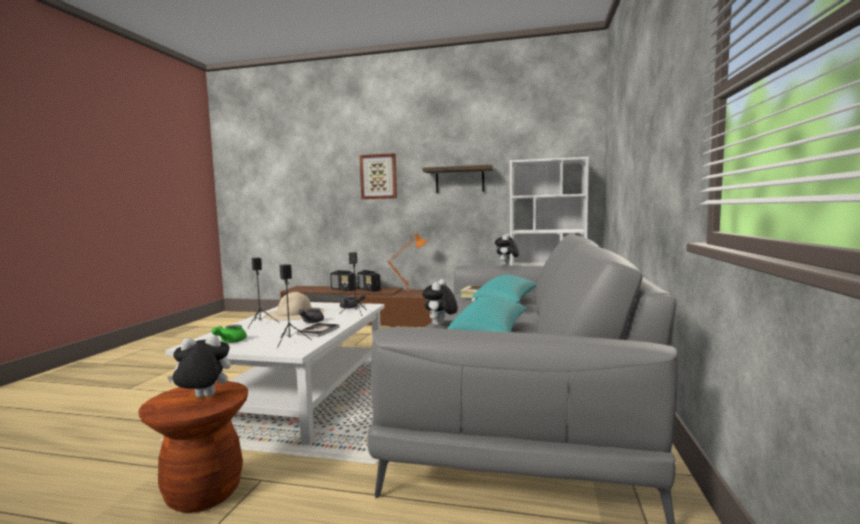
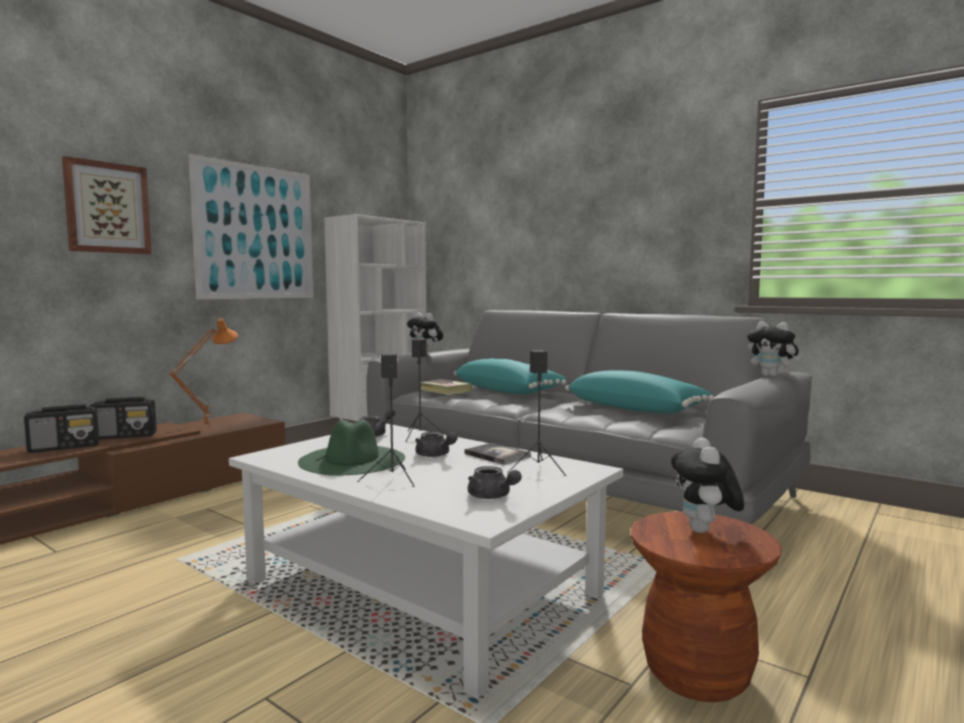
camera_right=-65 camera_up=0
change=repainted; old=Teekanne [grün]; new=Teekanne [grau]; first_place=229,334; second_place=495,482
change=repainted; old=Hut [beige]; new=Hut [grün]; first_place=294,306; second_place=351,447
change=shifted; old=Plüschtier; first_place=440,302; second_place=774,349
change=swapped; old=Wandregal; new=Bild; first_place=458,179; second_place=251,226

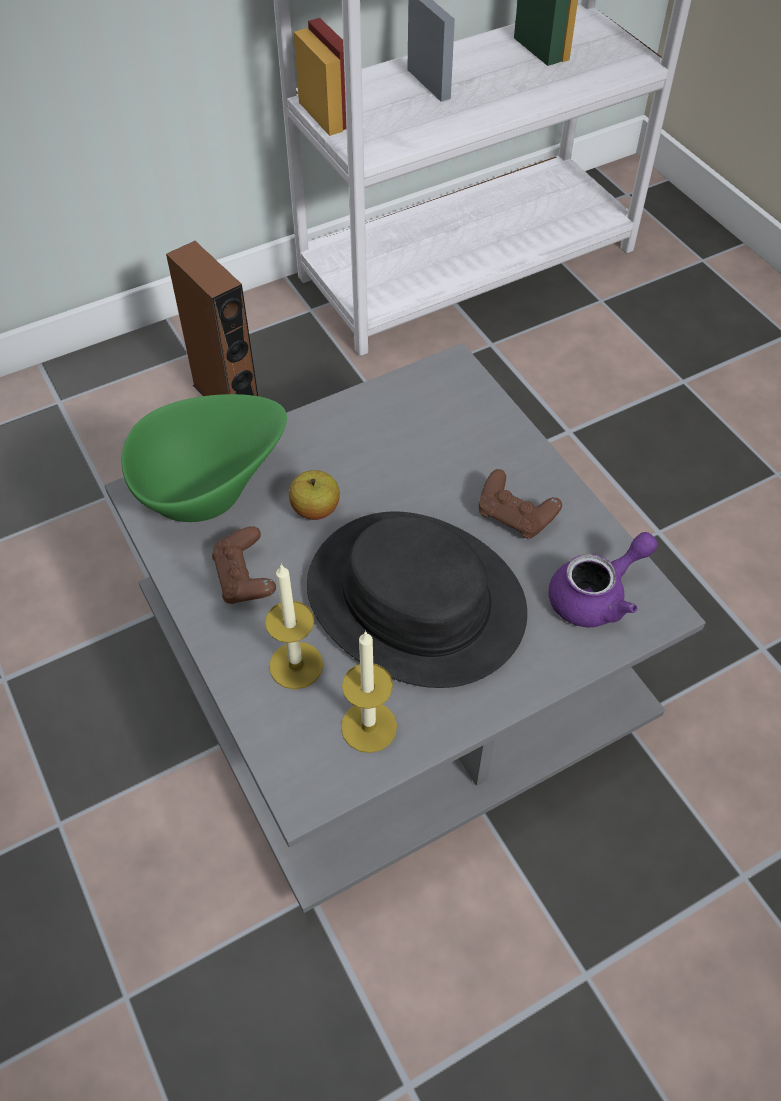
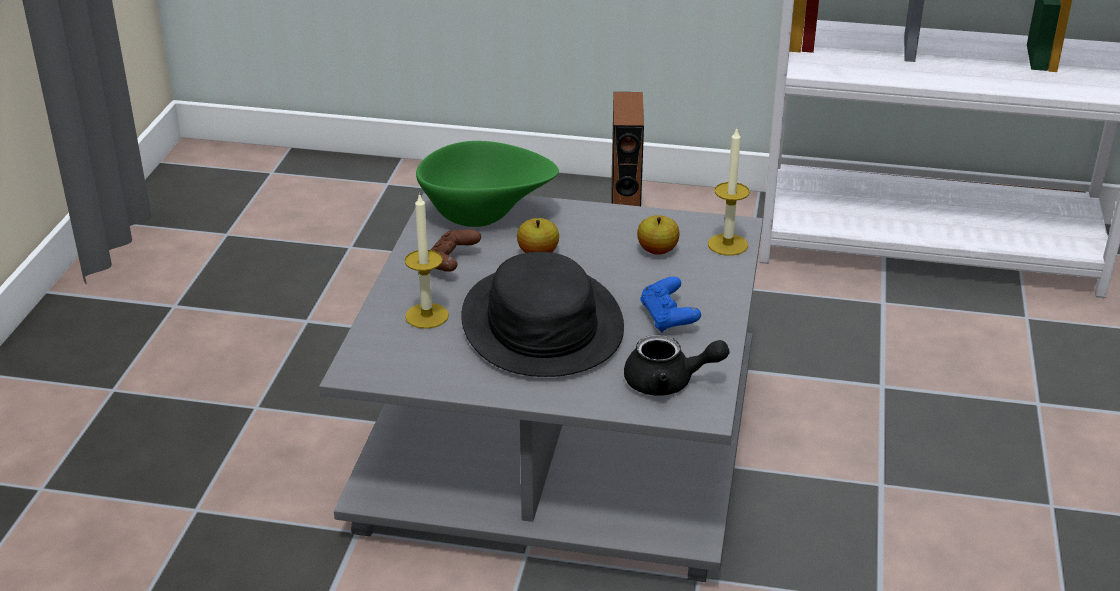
camera_right=40 camera_up=-20
change=shifted; old=Kerze; first_place=369,692; second_place=729,192
change=repainted; old=Gamepad [braun]; new=Gamepad [blau]; first_place=520,504; second_place=670,304
change=repainted; old=Teekanne [lila]; new=Teekanne [schwarz]; first_place=603,579; second_place=676,365
change=new; new=Apfel; second_place=658,235

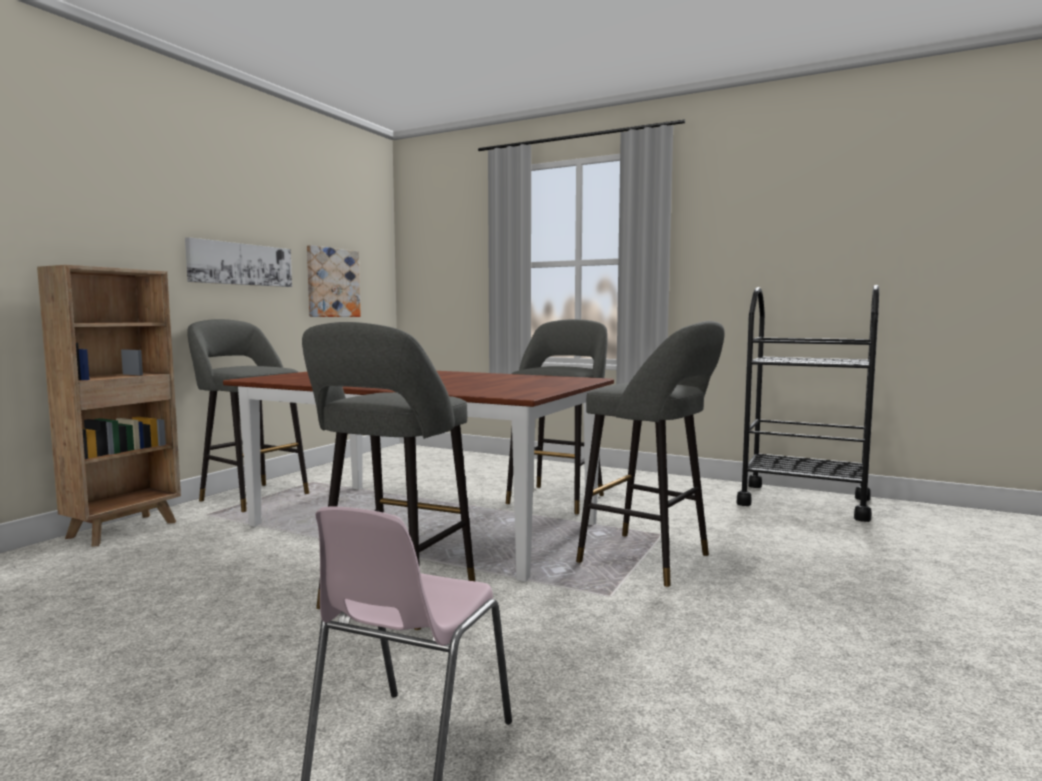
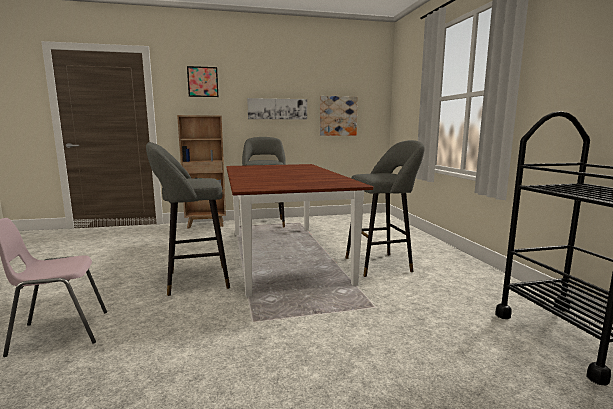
camera_right=50 camera_up=5
change=gone; old=Hocker [grau]; first_place=650,454
change=new; new=Bild; second_place=202,81

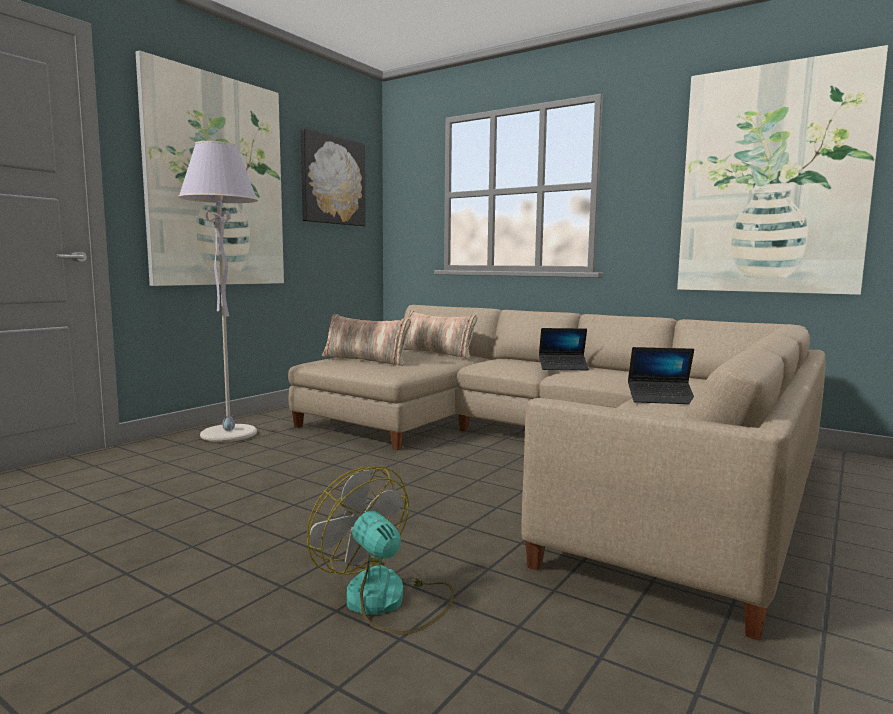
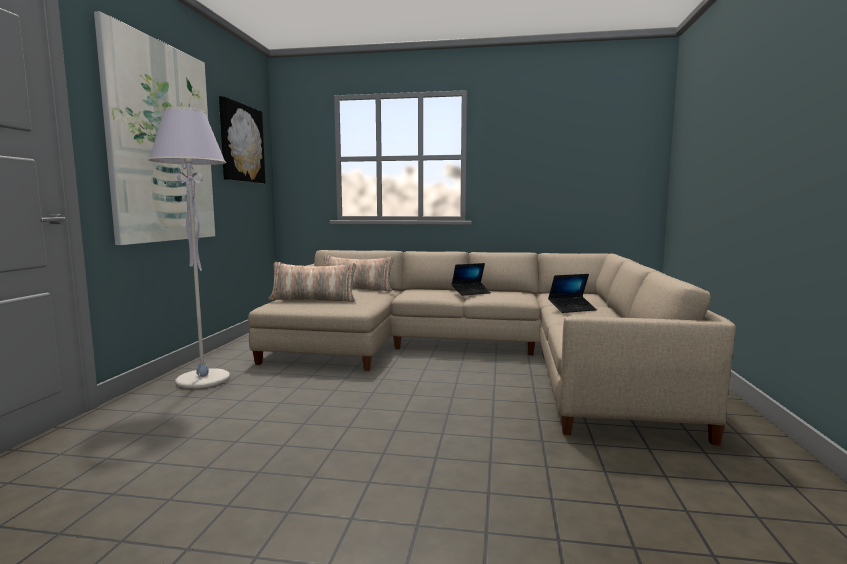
camera_right=-25 camera_up=0
change=gone; old=Ventilator; first_place=380,551
change=gone; old=Bild; first_place=782,170

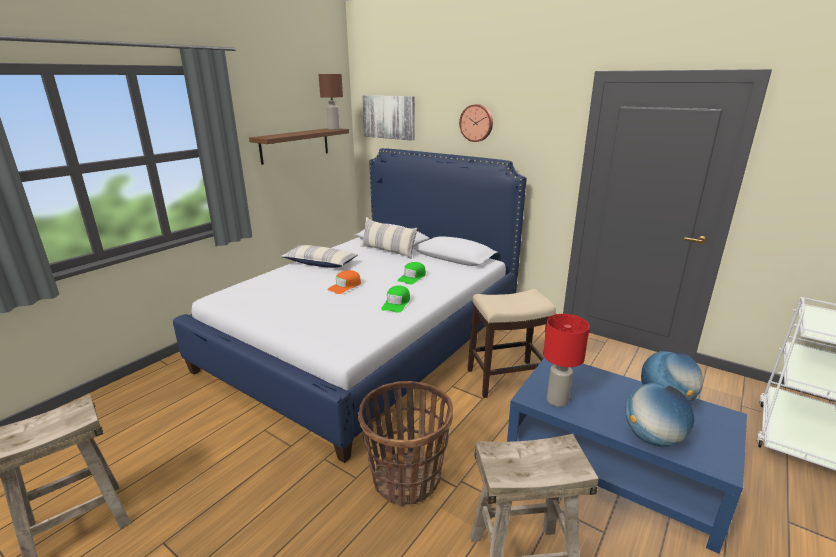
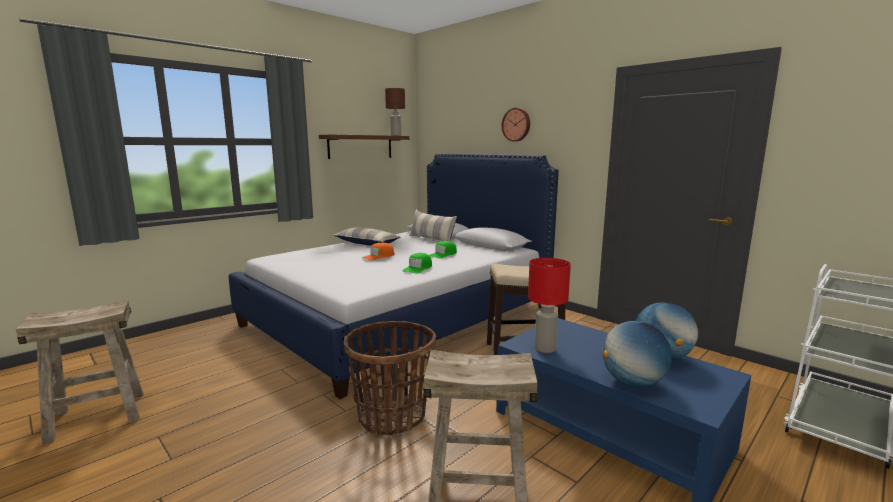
camera_right=10 camera_up=-10
change=gone; old=Bild; first_place=388,118

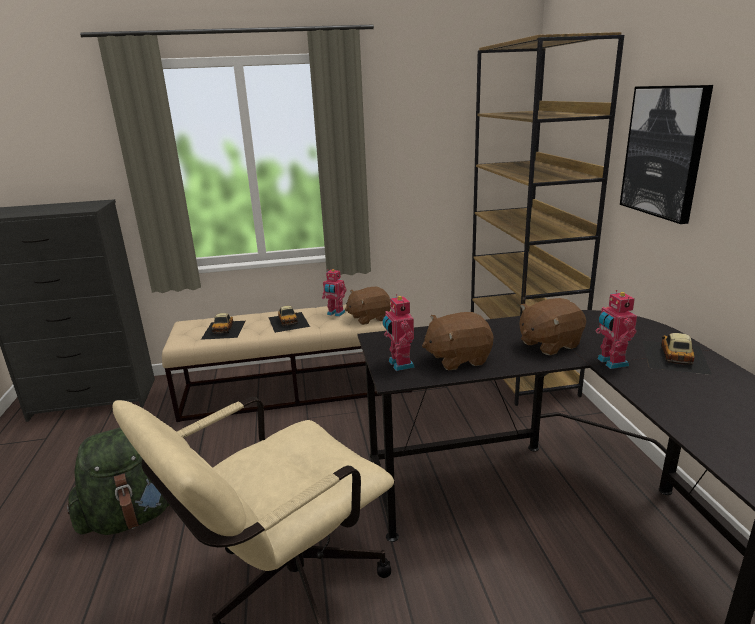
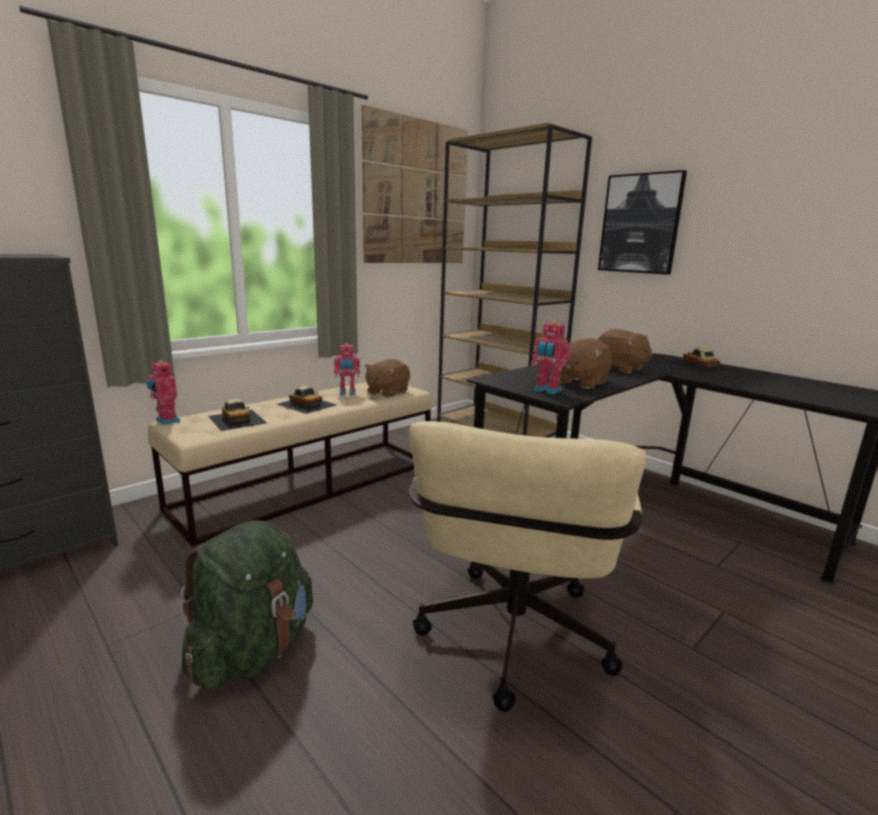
camera_right=-35 camera_up=-5
change=rotated; old=Plüschtier [braun]; first_place=553,326; second_place=625,351; degrees=-75
change=shifted; old=Spielzeugroboter; first_place=616,329; second_place=164,392
change=new; new=Bild; second_place=415,184

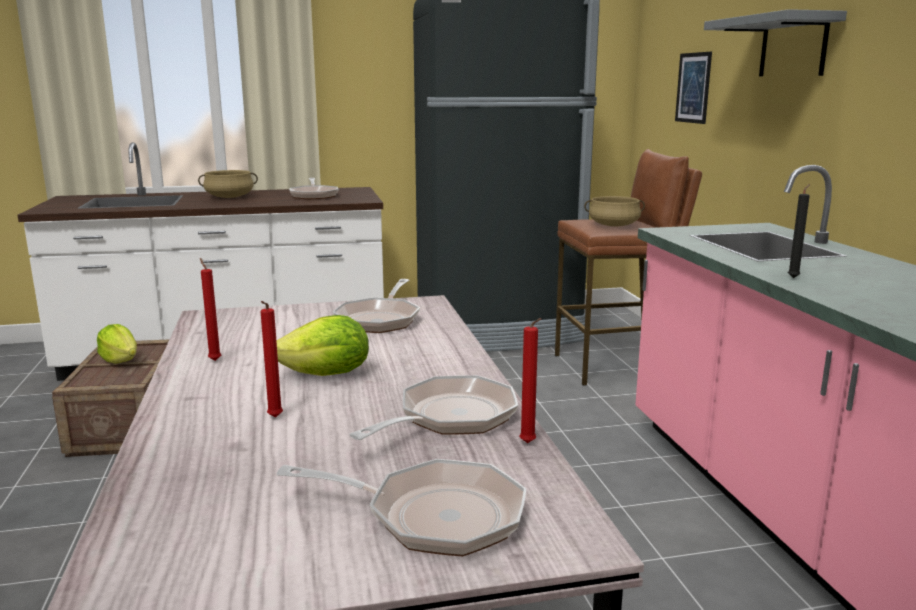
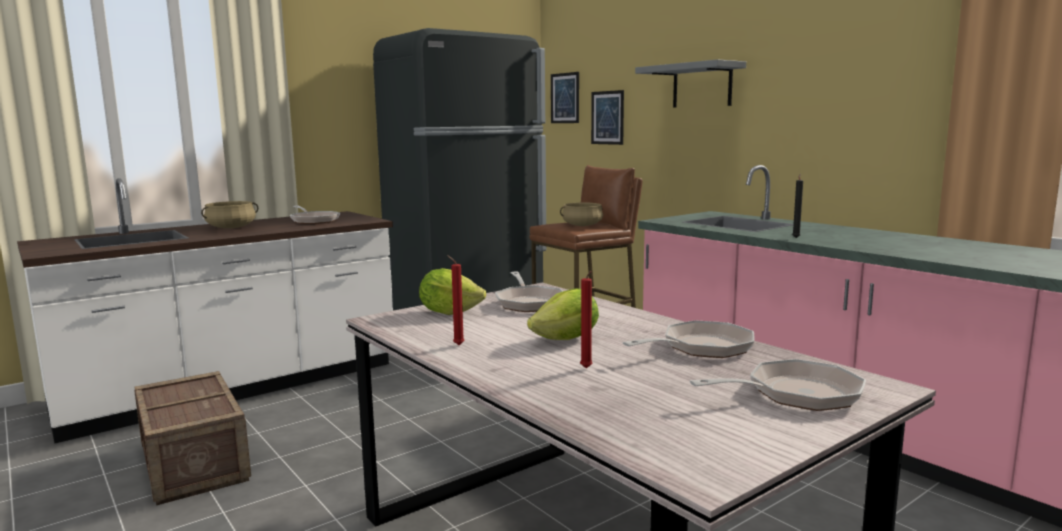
camera_right=-25 camera_up=-5
change=shifted; old=Salatkopf; first_place=117,344; second_place=452,291
change=rotated; old=Pfanne; first_place=433,407; second_place=688,339; degrees=45
change=gone; old=Kerze [rot]; first_place=530,380
change=new; new=Bild; second_place=565,97

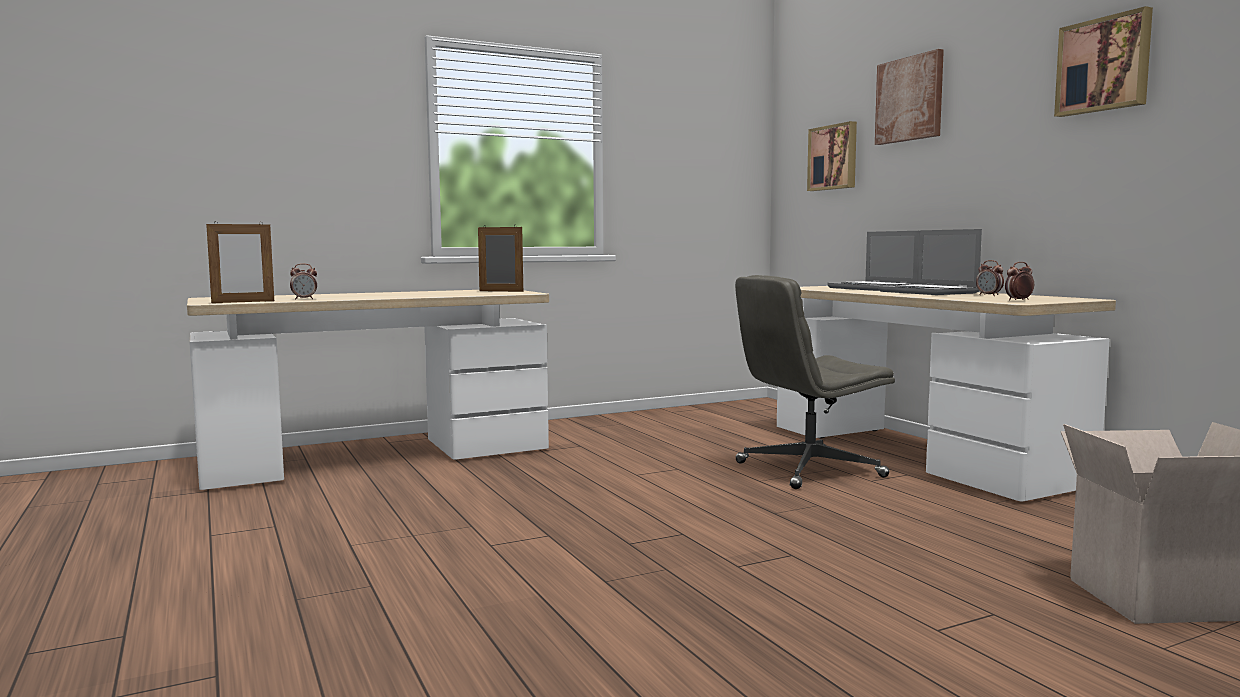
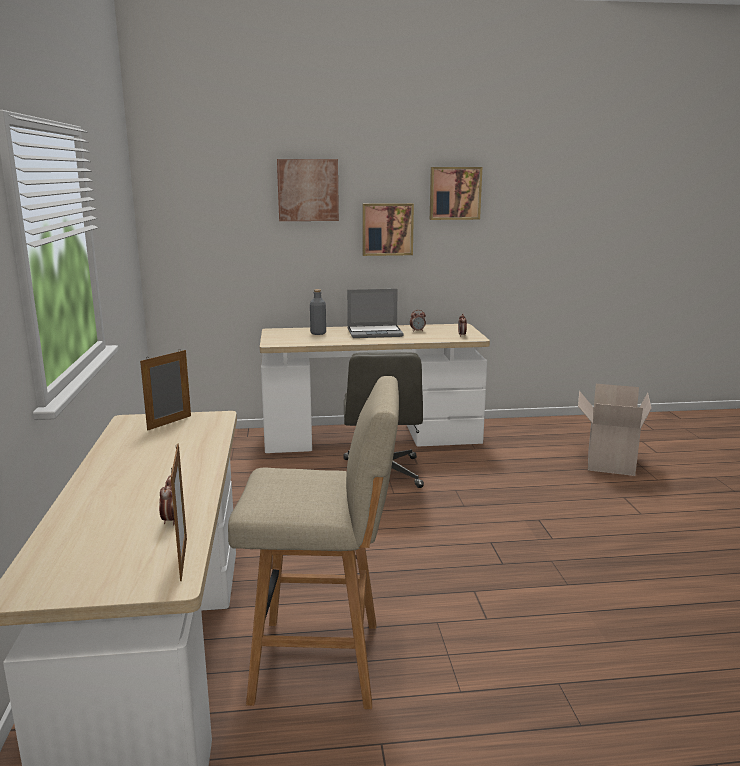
camera_right=-70 camera_up=10
change=shifted; old=Bild; first_place=832,156; second_place=388,229
change=swapped; old=Laptop; new=Flasche [grau]; first_place=873,261; second_place=318,312
change=new; new=Hocker [beige]; second_place=313,542

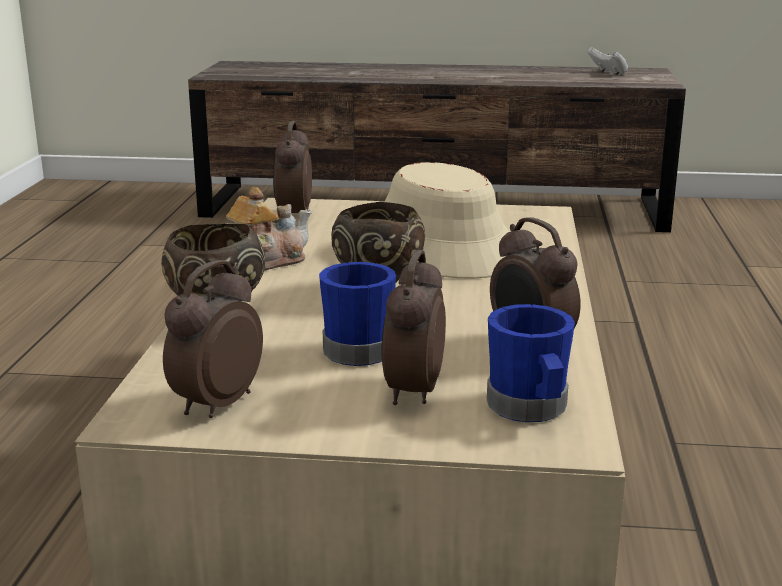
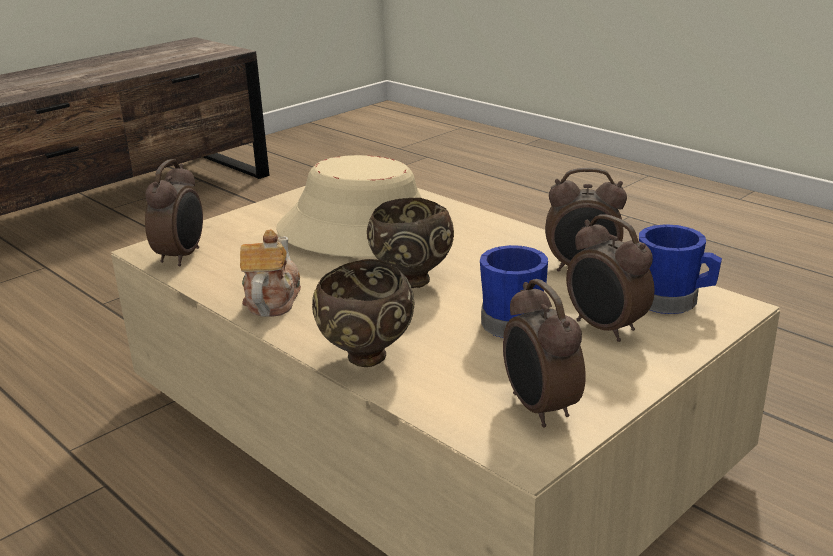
camera_right=-50 camera_up=5
change=rotated; old=Wecker; first_place=292,167; second_place=174,212; degrees=-120
change=gone; old=Gamepad [weiß]; first_place=608,61

